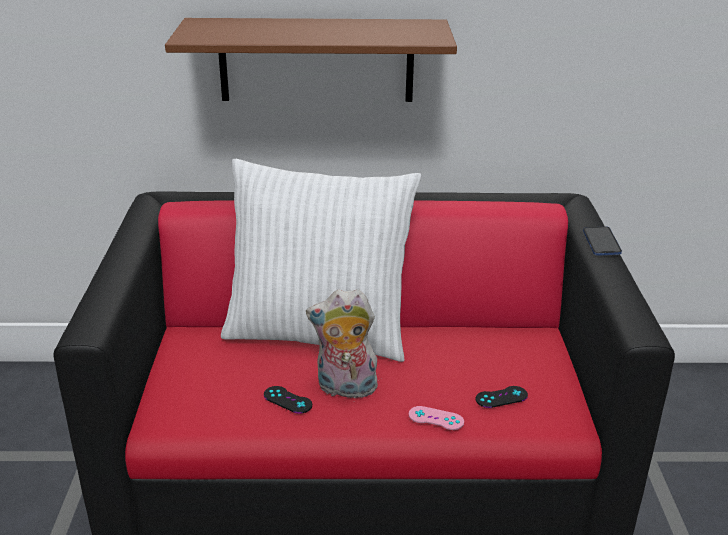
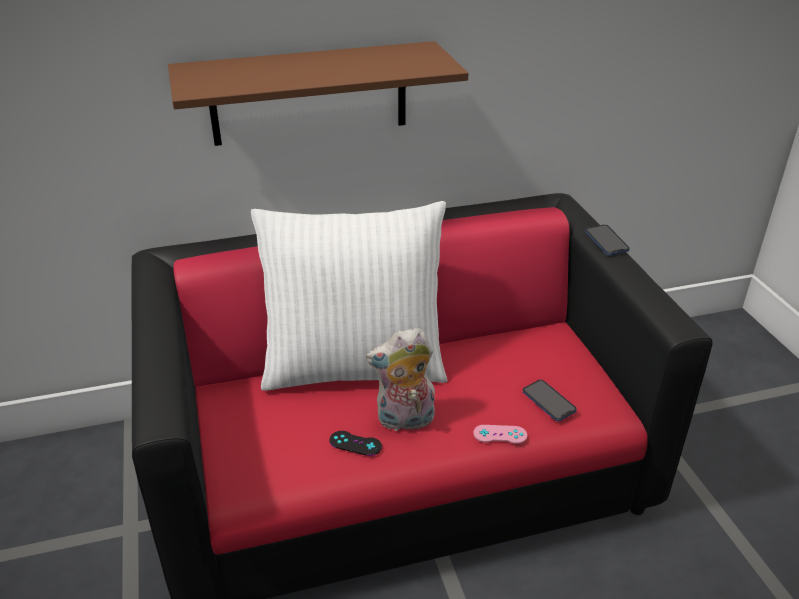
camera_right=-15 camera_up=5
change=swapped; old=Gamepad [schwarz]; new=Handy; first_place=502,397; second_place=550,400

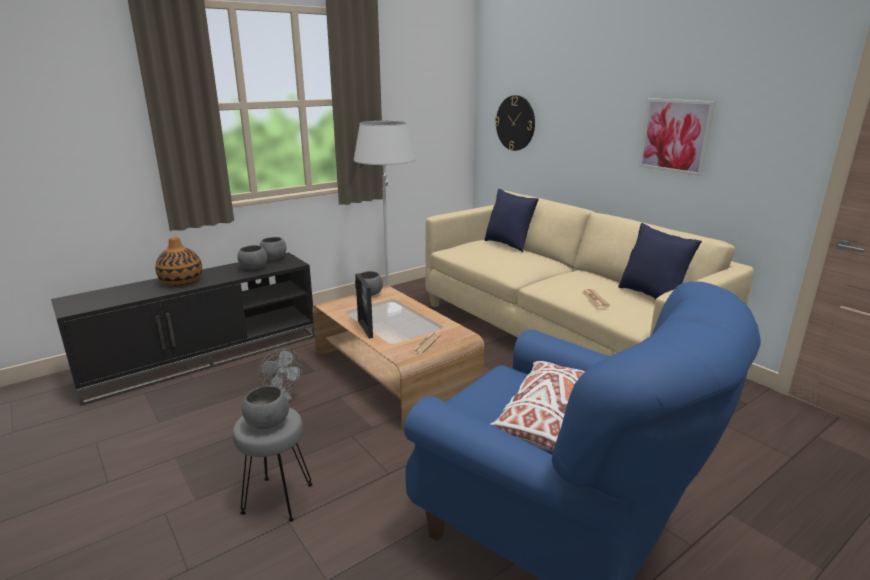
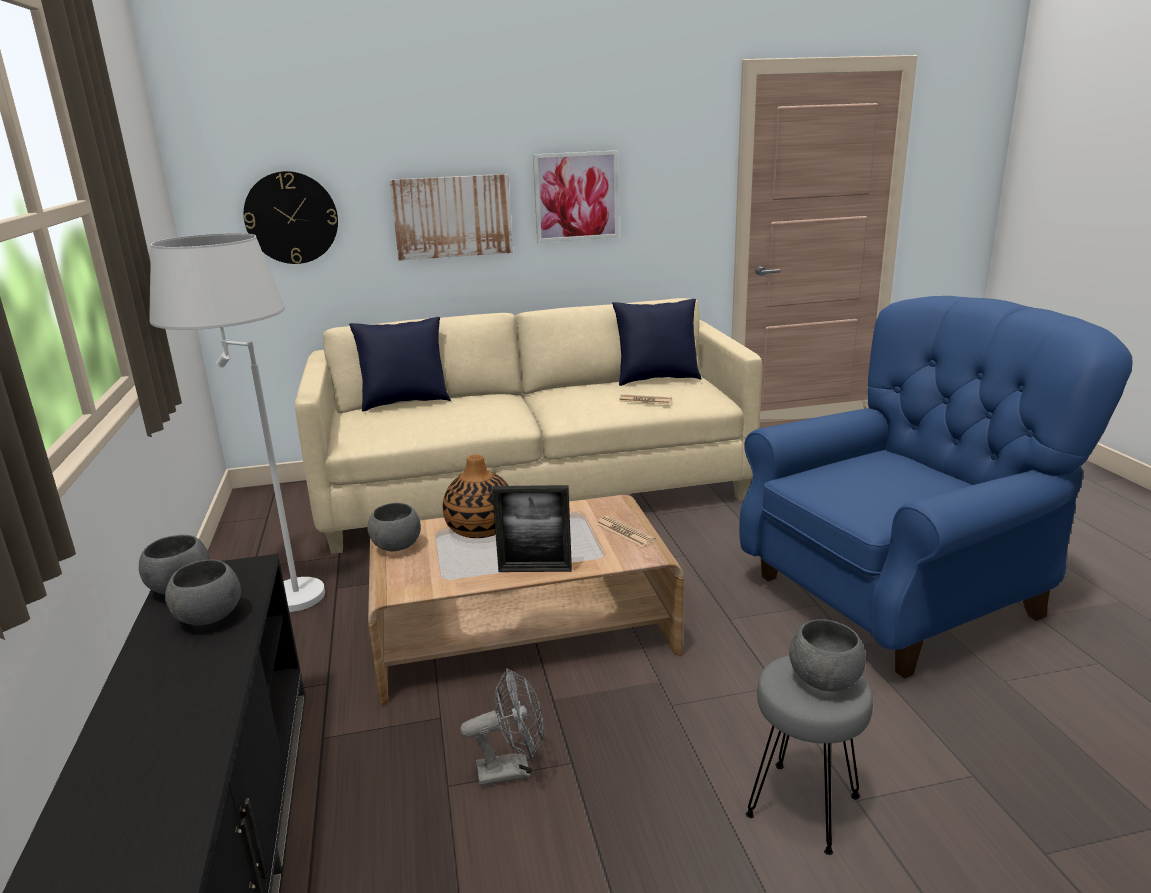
camera_right=-65 camera_up=0
change=shifted; old=Vase; first_place=178,261; second_place=476,496
change=gone; old=Kissen [weiß]; first_place=538,406
change=new; new=Bild; second_place=451,217

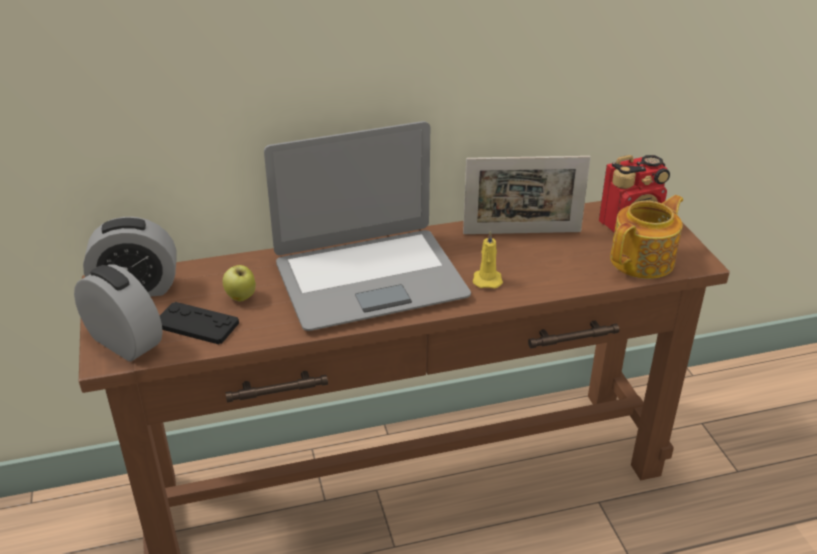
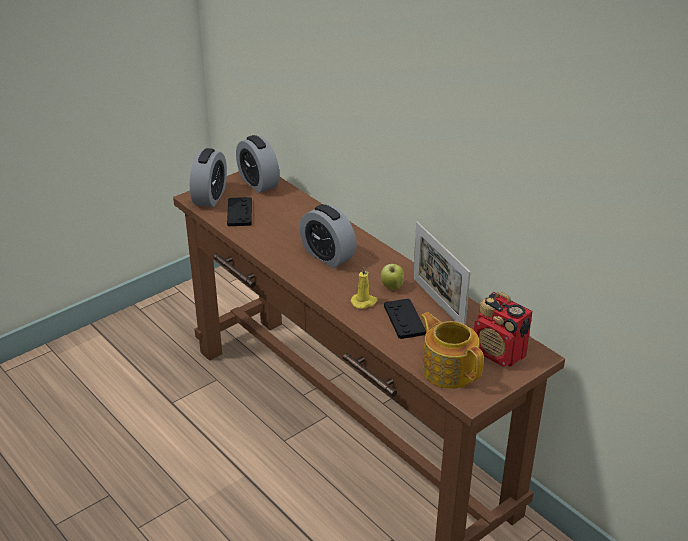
camera_right=65 camera_up=0
change=shifted; old=Apfel; first_place=239,283; second_place=392,277
change=swapped; old=Laptop; new=Wecker; first_place=367,226; second_place=328,236
change=rotated; old=Teekanne; first_place=646,237; second_place=452,350; degrees=-150
change=new; new=Gamepad [schwarz]; second_place=405,318

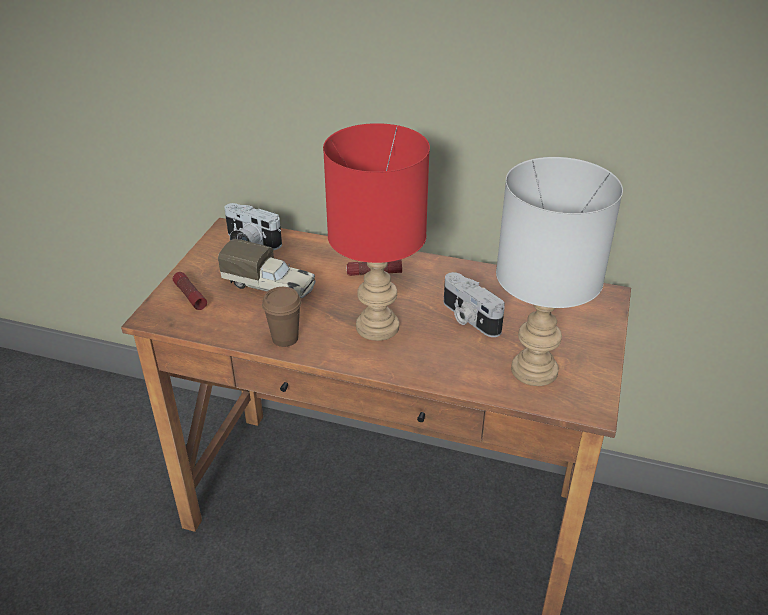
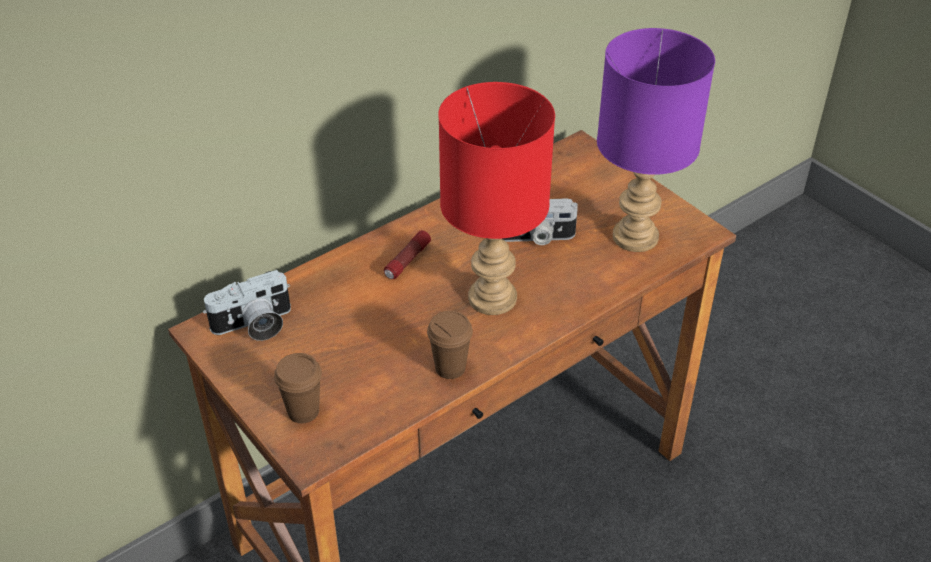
camera_right=-55 camera_up=5
change=swapped; old=Taschenlampe; new=Tasse [braun]; first_place=190,291; second_place=298,388
change=gone; old=Spielzeuglaster; first_place=267,268
change=repainted; old=Tischlampe [grau]; new=Tischlampe [lila]; first_place=559,271; second_place=656,140

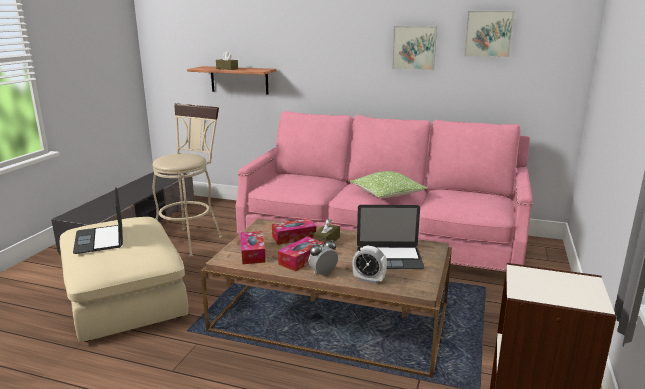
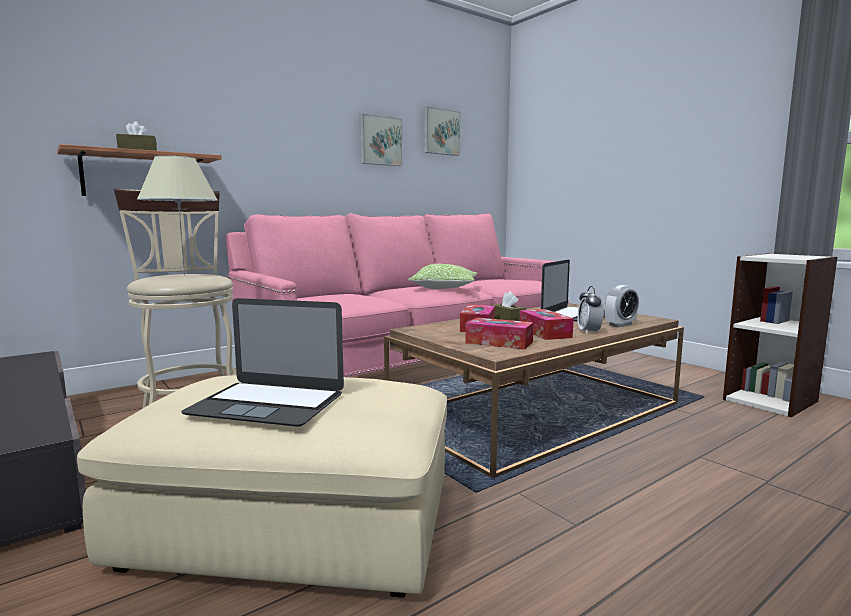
camera_right=-55 camera_up=-10
change=new; new=Tischlampe [beige]; second_place=177,215

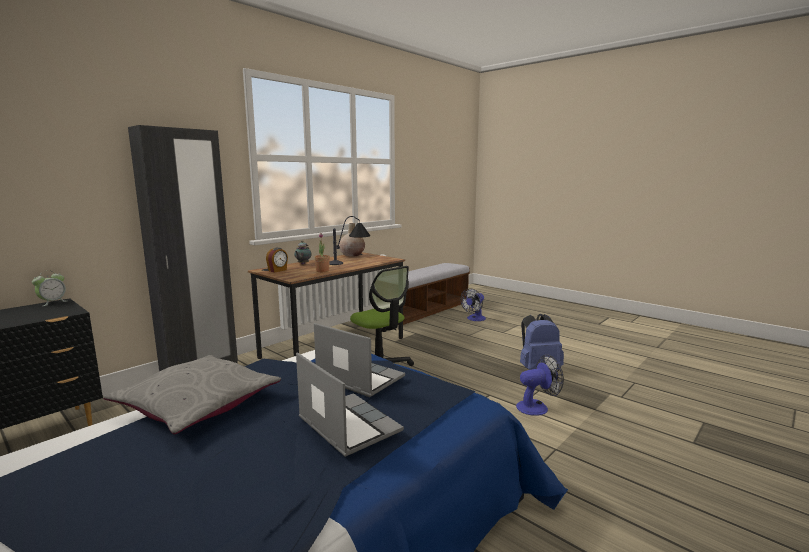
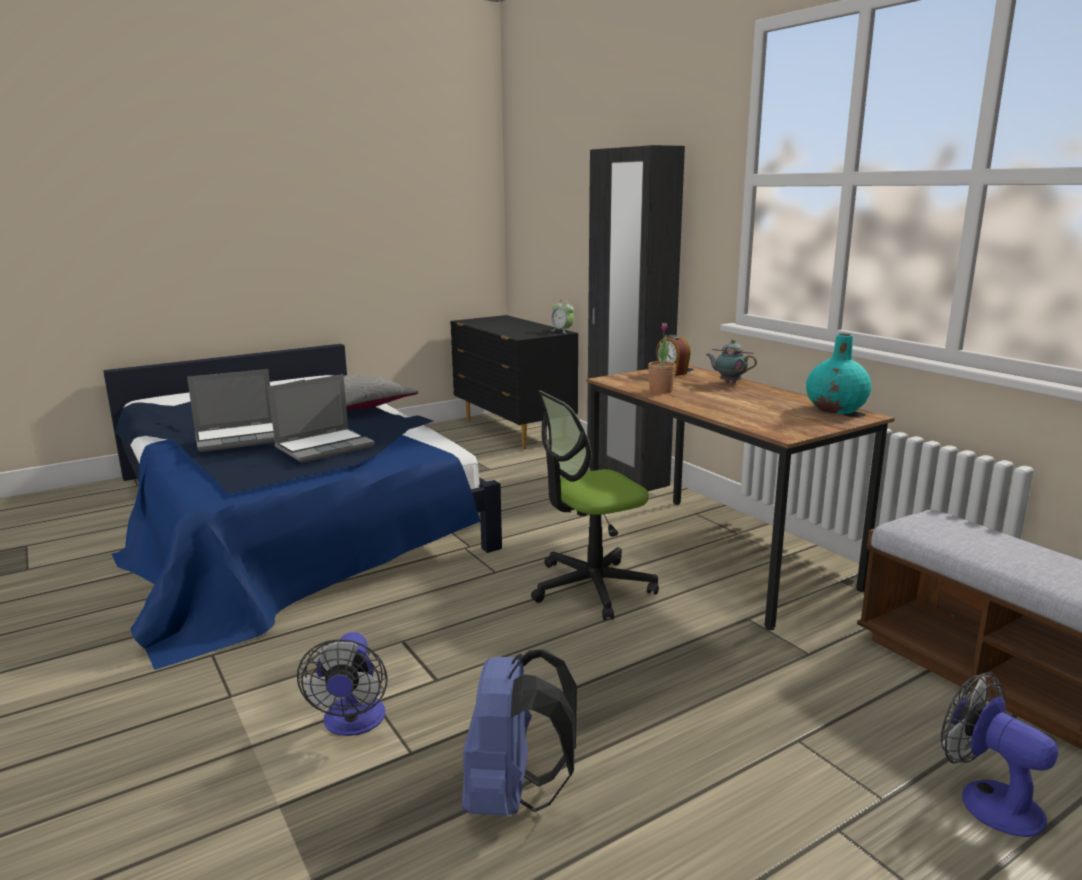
camera_right=105 camera_up=5
change=gone; old=Tischlampe; first_place=349,240
change=repainted; old=Vase [beige]; new=Vase [türkis]; first_place=352,240; second_place=839,374

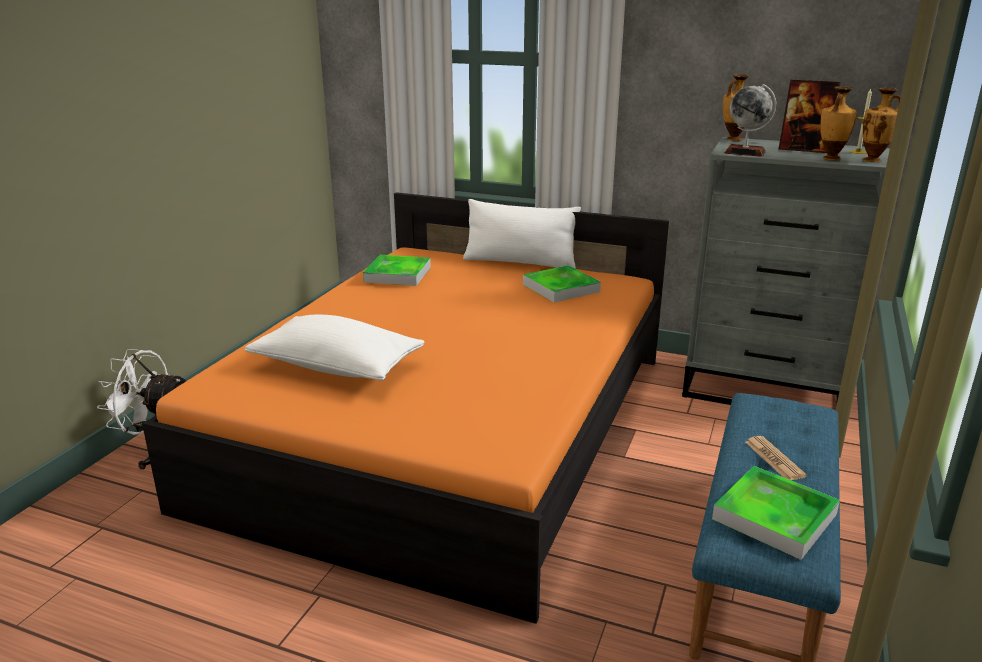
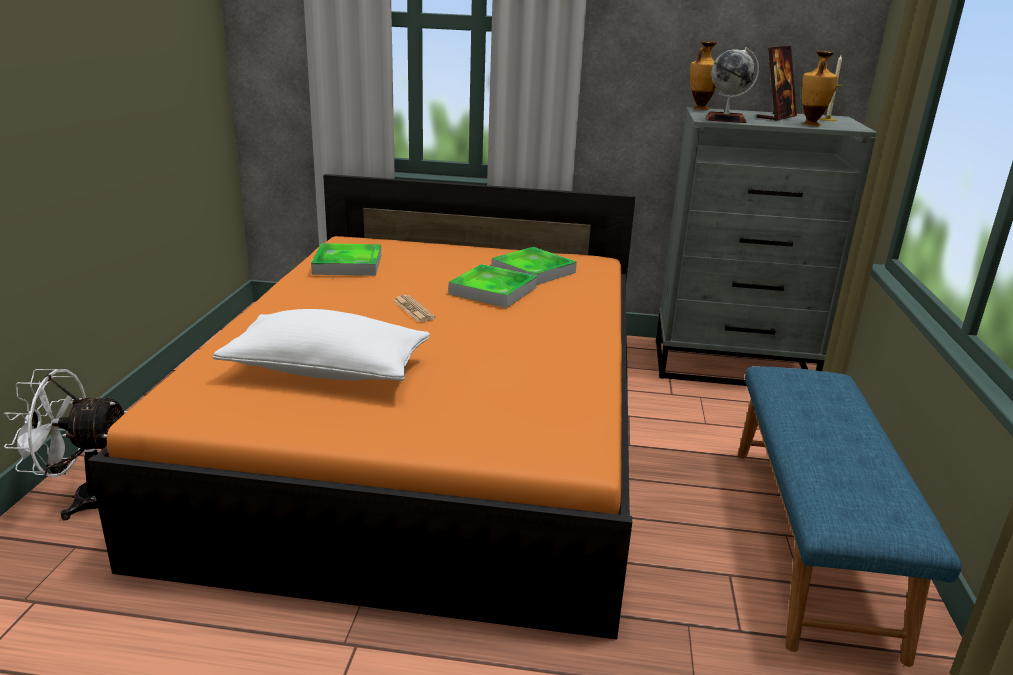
camera_right=-15 camera_up=0
change=gone; old=Kissen [weiß]; first_place=522,233
change=shifted; old=Tablett; first_place=776,513; second_place=493,286
change=shifted; old=Zeitung; first_place=776,458; second_place=414,308
change=rotated; old=Bilderrahmen; first_place=810,116; second_place=776,83; degrees=-60
change=gone; old=Vase; first_place=882,125

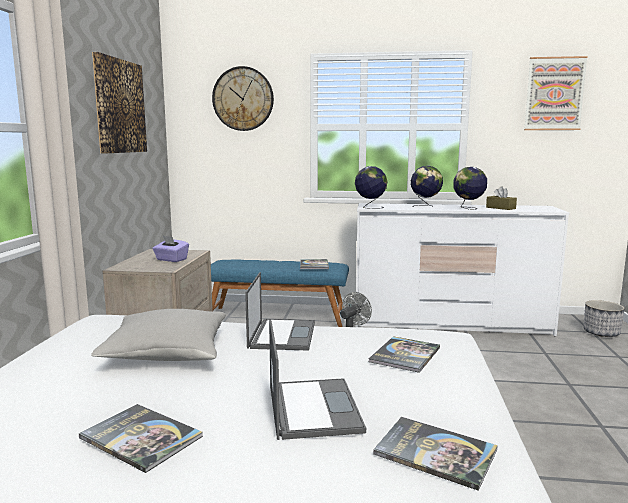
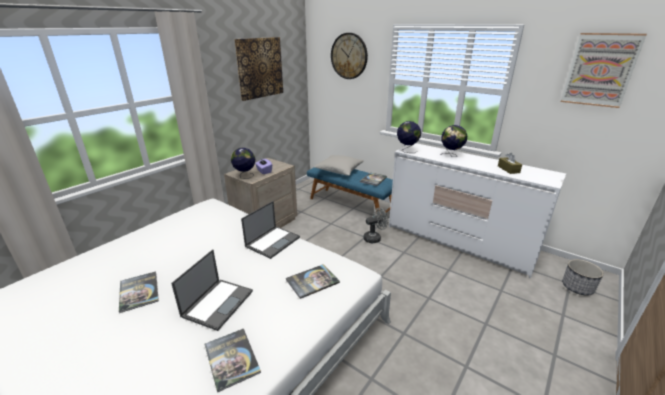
camera_right=30 camera_up=15
change=shifted; old=Kissen [grau]; first_place=158,335; second_place=339,165
change=shifted; old=Globus; first_place=470,188; second_place=243,163

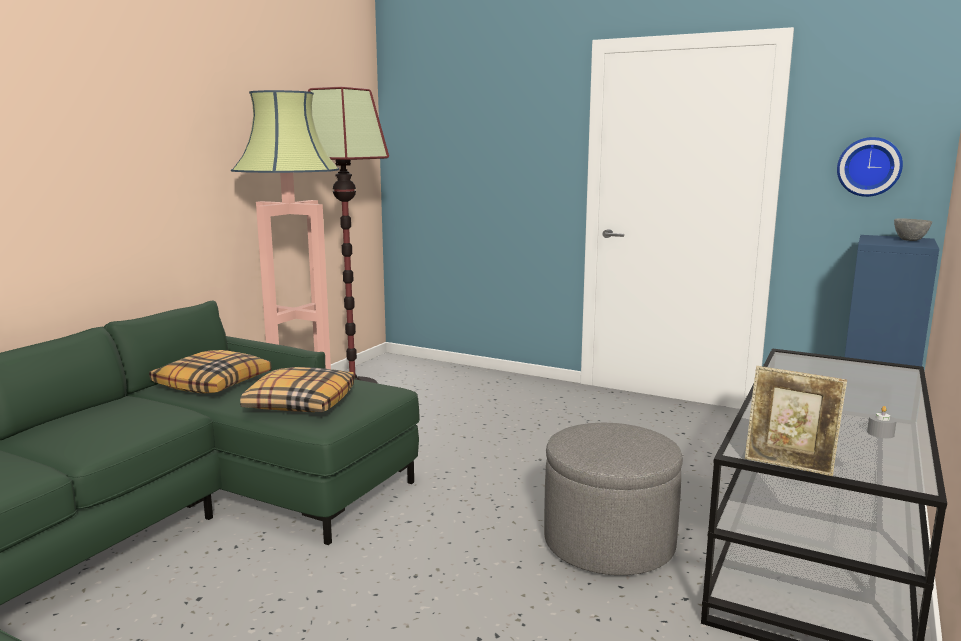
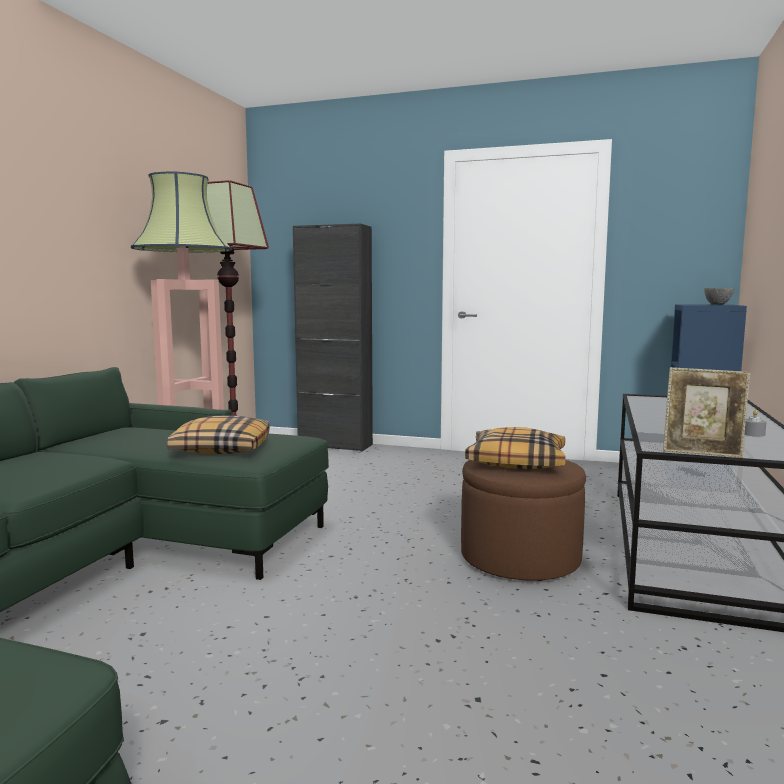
camera_right=-10 camera_up=-5
change=shifted; old=Kissen; first_place=210,372; second_place=515,448
change=repainted; old=Polsterhocker [grau]; new=Polsterhocker [braun]; first_place=613,499; second_place=523,520
change=gone; old=Wanduhr; first_place=870,167
change=new; new=Schrank [schwarz]; second_place=333,337

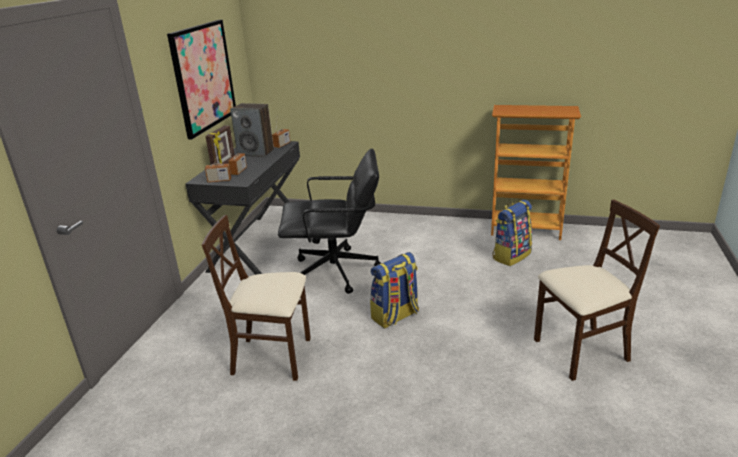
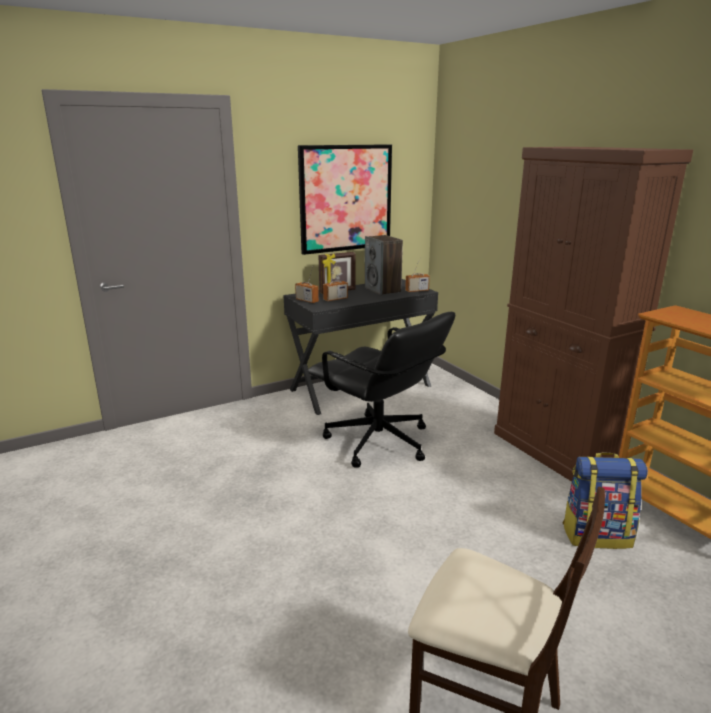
camera_right=45 camera_up=-5
change=gone; old=Stuhl [beige]; first_place=256,298
change=gone; old=Rucksack; first_place=394,290
change=new; new=Schrank [braun]; second_place=593,314

